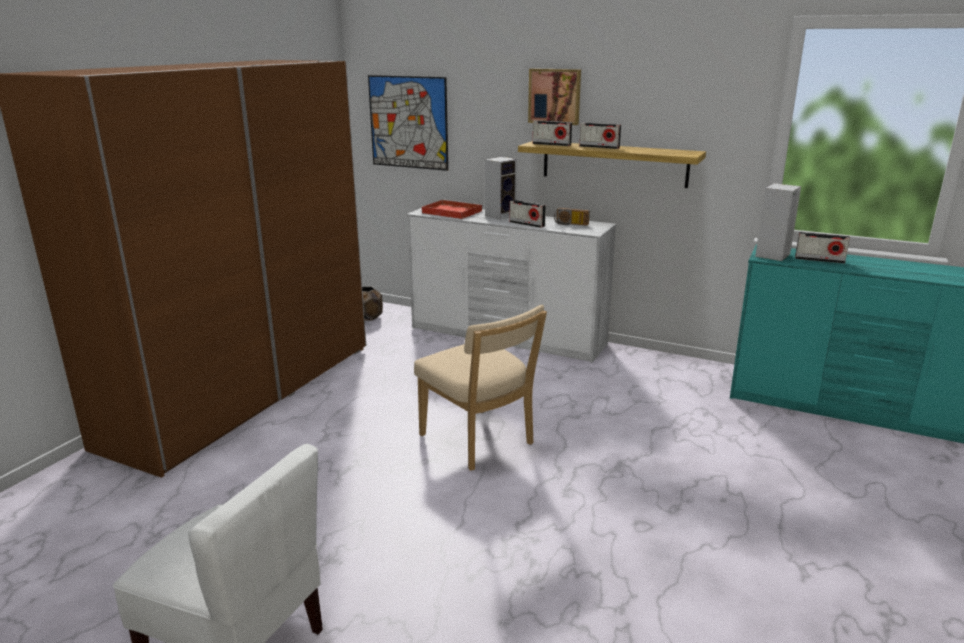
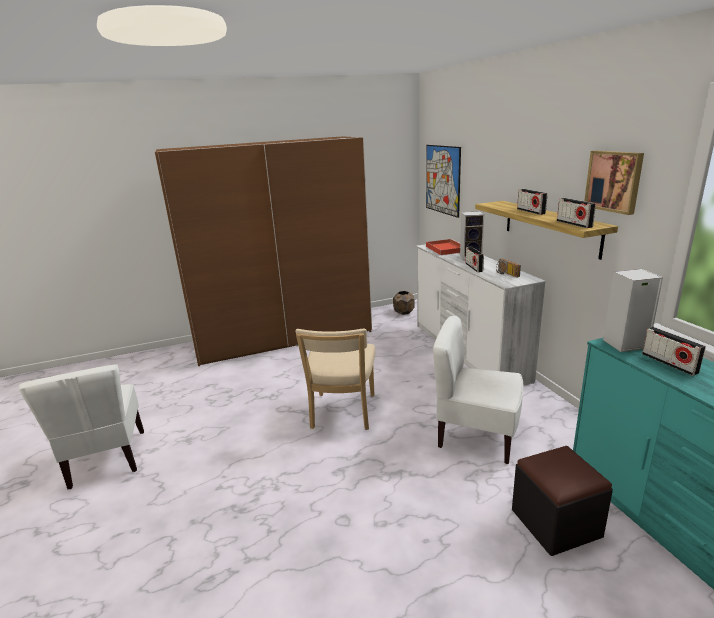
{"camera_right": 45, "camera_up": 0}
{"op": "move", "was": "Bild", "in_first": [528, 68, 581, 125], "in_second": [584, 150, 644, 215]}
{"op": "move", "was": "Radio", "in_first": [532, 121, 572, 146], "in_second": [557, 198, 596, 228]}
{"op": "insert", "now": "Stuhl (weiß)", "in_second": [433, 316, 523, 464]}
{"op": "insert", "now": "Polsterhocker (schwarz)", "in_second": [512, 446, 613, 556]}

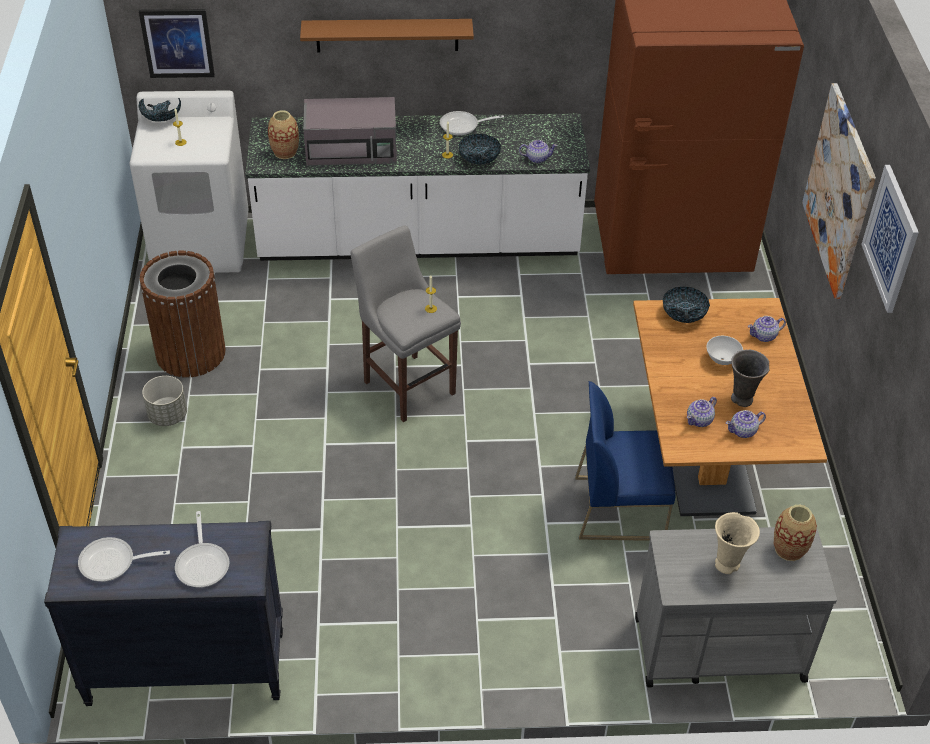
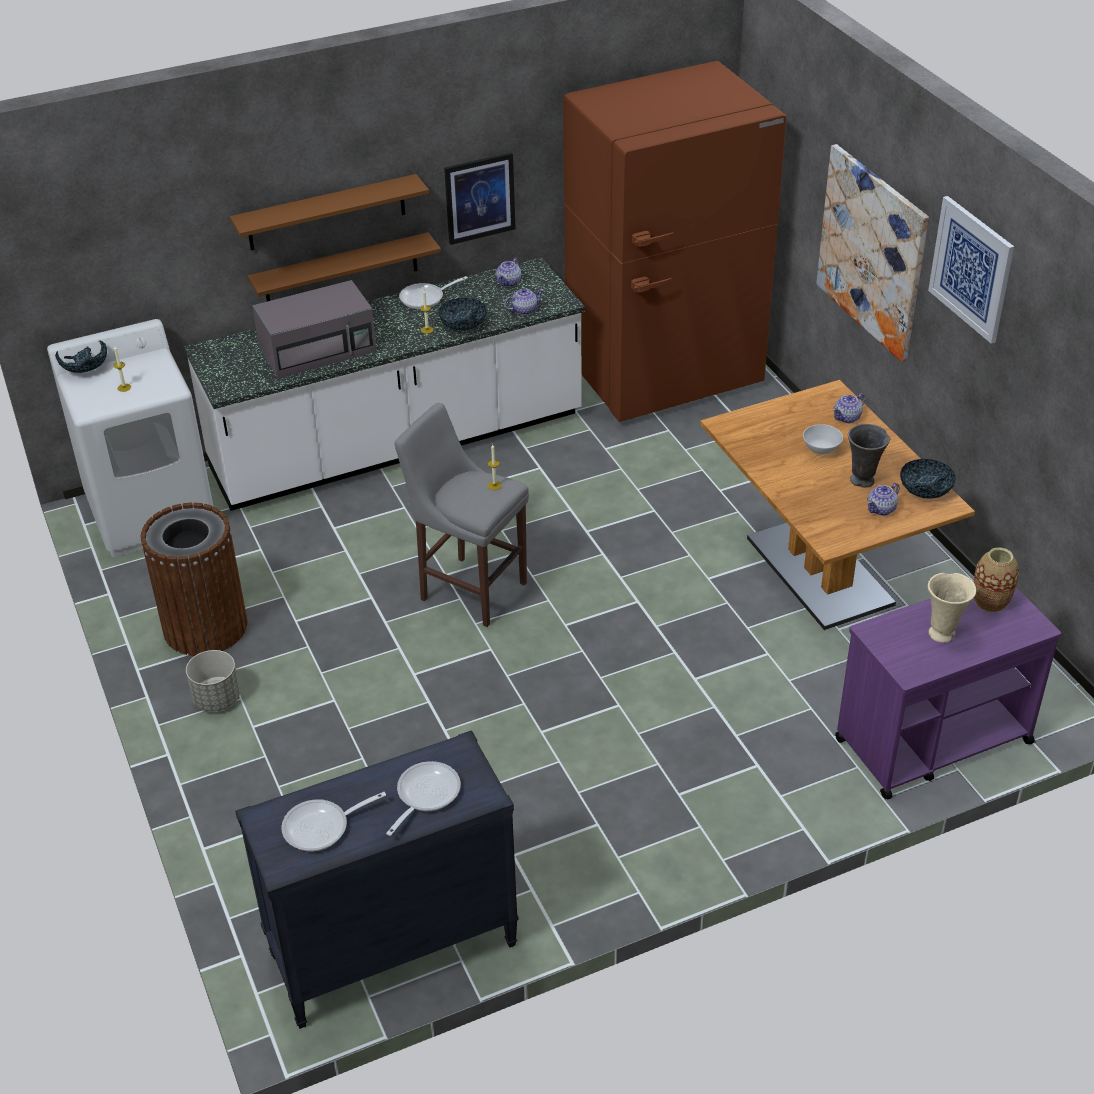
{"camera_right": -20, "camera_up": -5}
{"op": "move", "was": "Bild", "in_first": [139, 9, 215, 78], "in_second": [444, 152, 515, 245]}
{"op": "delete", "was": "Vase", "in_first": [268, 110, 299, 159]}
{"op": "move", "was": "Schüssel", "in_first": [663, 287, 710, 323], "in_second": [900, 459, 956, 499]}
{"op": "delete", "was": "Stuhl (blau)", "in_first": [575, 381, 676, 541]}
{"op": "move", "was": "Teekanne", "in_first": [687, 397, 717, 427], "in_second": [496, 258, 521, 287]}
{"op": "rotate", "was": "Pfanne", "in_first": [175, 511, 229, 588], "in_second": [386, 761, 461, 836], "clockwise": -120}
{"op": "recolor", "was": "Rollwagen (grau)", "now": "Rollwagen (lila)", "in_first": [635, 527, 837, 688], "in_second": [835, 587, 1061, 799]}
{"op": "insert", "now": "Wandregal (braun)", "in_second": [248, 232, 441, 301]}

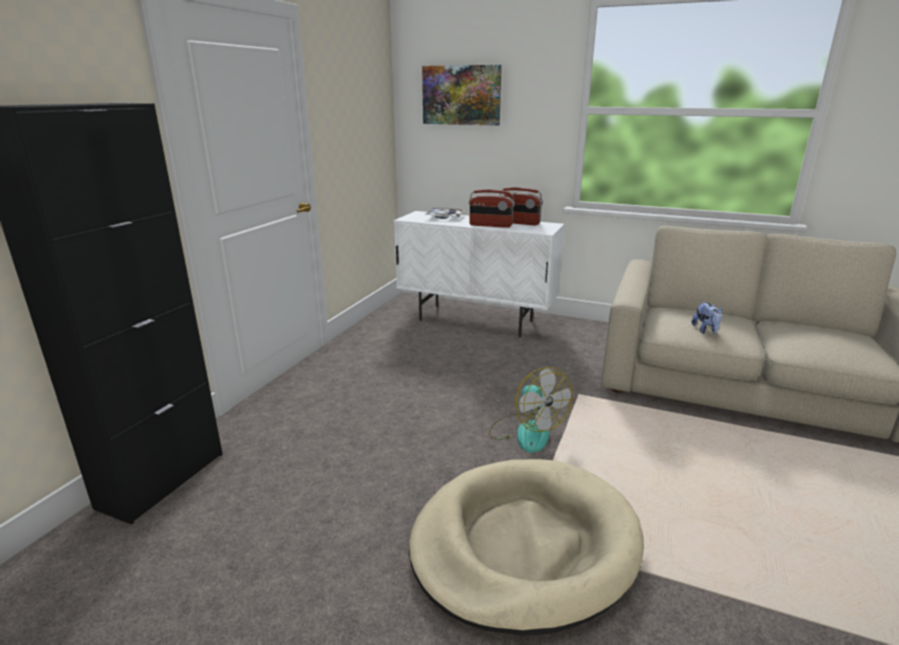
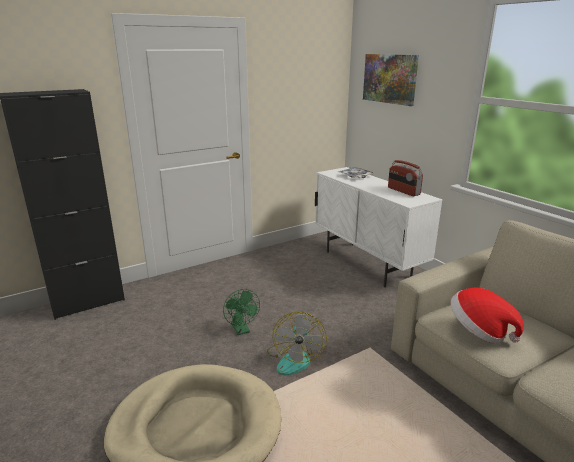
{"camera_right": 35, "camera_up": 0}
{"op": "delete", "was": "Radio", "in_first": [469, 190, 515, 228]}
{"op": "replace", "was": "Plüschtier", "now": "Hut", "in_first": [691, 301, 722, 334], "in_second": [451, 287, 524, 344]}
{"op": "insert", "now": "Ventilator (grün)", "in_second": [223, 289, 260, 335]}

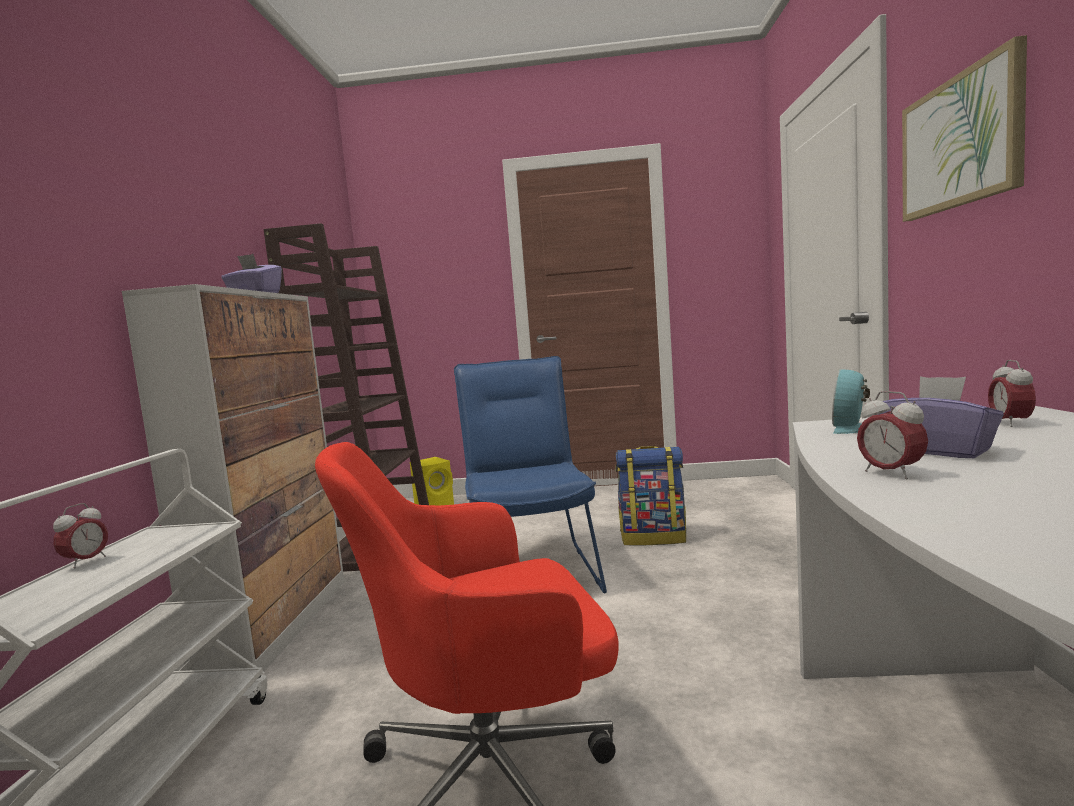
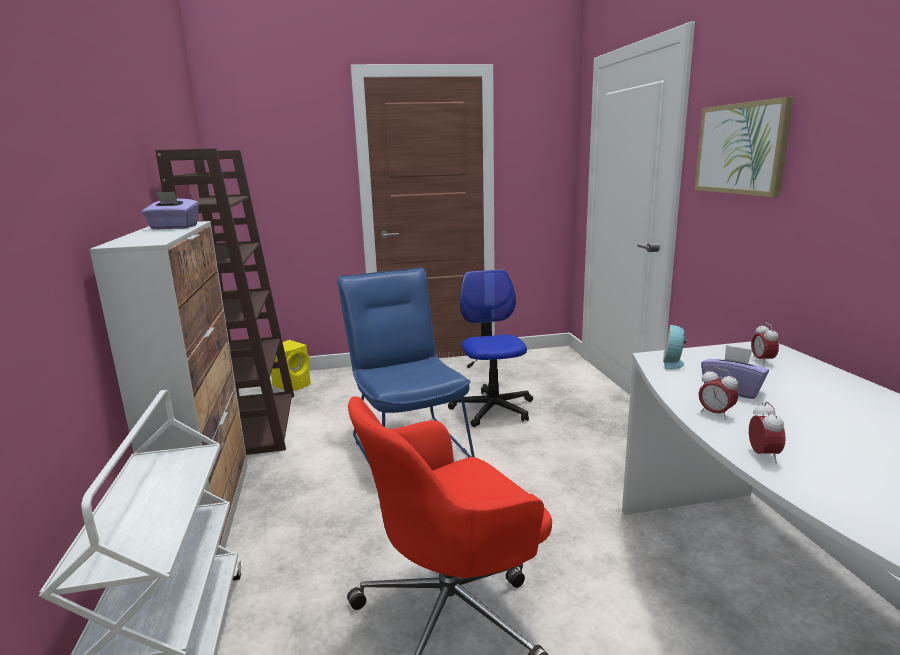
{"camera_right": -15, "camera_up": 10}
{"op": "replace", "was": "Rucksack", "now": "Bürostuhl", "in_first": [615, 446, 686, 546], "in_second": [448, 269, 533, 427]}
{"op": "move", "was": "Wecker", "in_first": [53, 503, 108, 569], "in_second": [749, 402, 786, 463]}

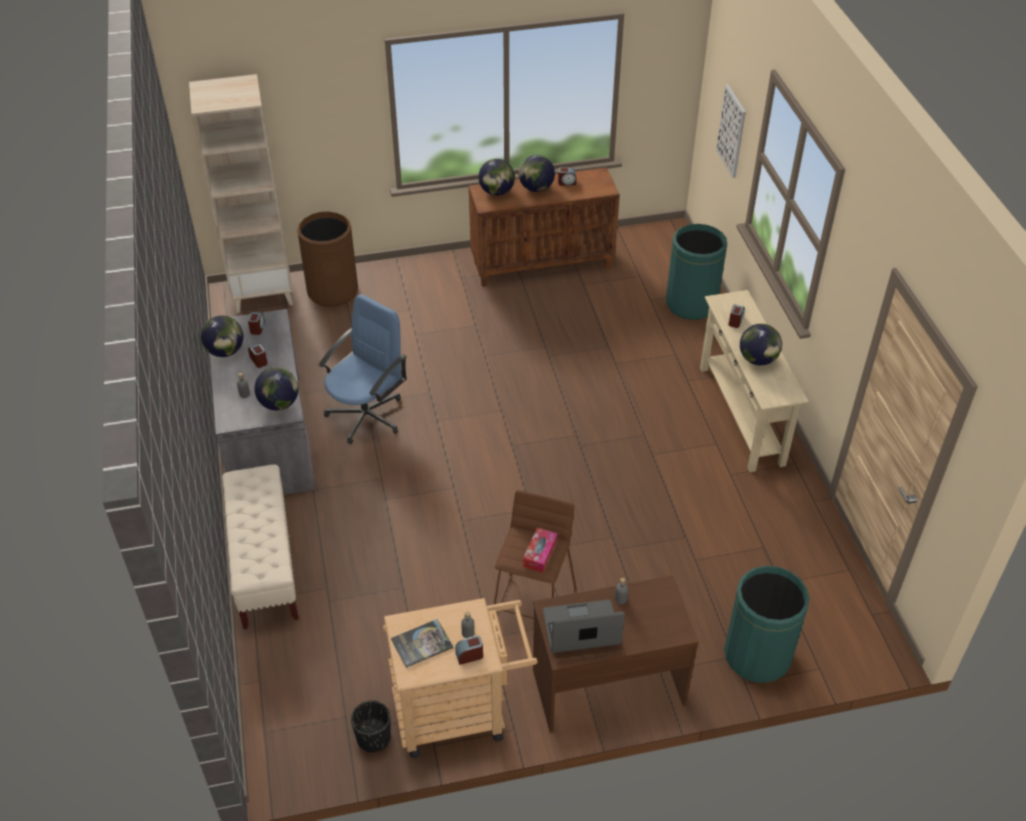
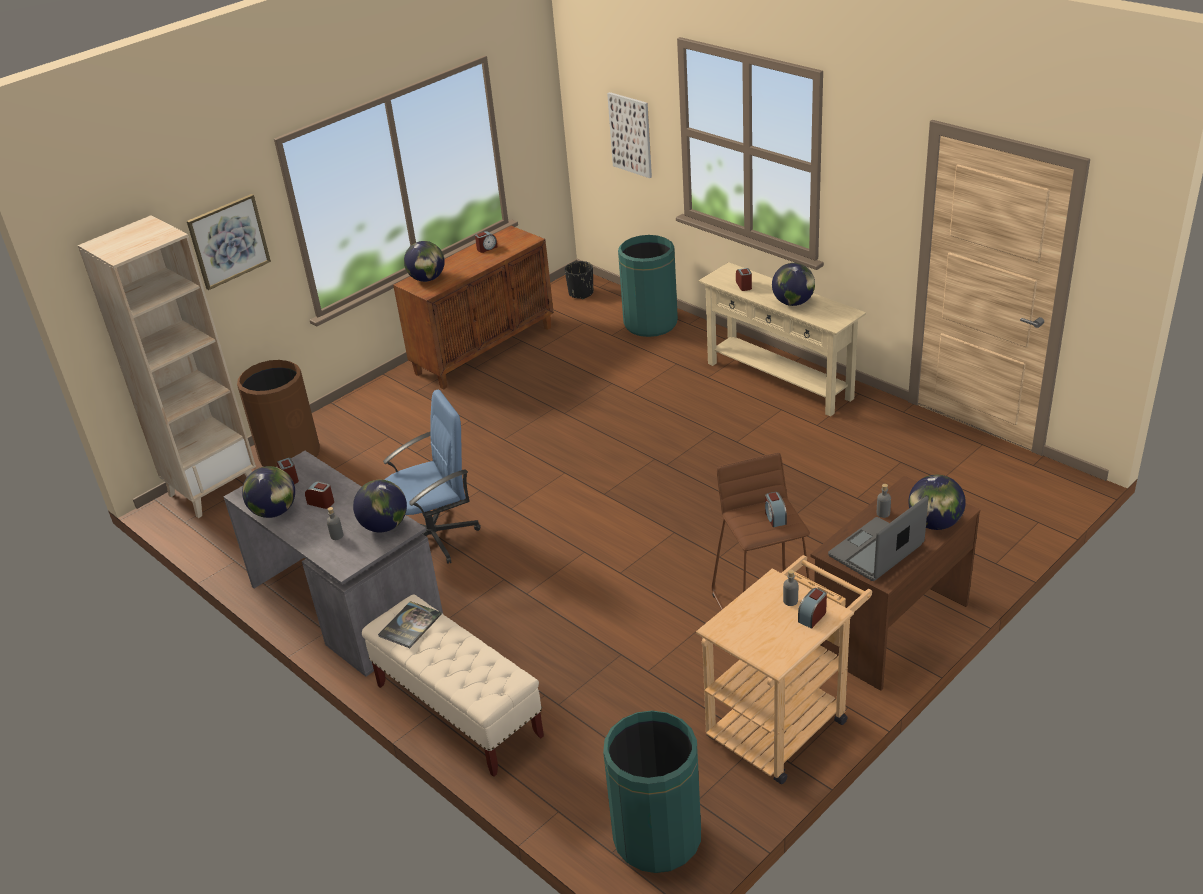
{"camera_right": -30, "camera_up": -10}
{"op": "move", "was": "Globus", "in_first": [519, 155, 555, 192], "in_second": [908, 475, 966, 530]}
{"op": "rotate", "was": "Bürostuhl (blau)", "in_first": [319, 294, 407, 444], "in_second": [383, 390, 481, 564], "clockwise": 60}
{"op": "replace", "was": "Taschentuchbox", "now": "Wecker", "in_first": [523, 528, 558, 573], "in_second": [765, 492, 787, 527]}
{"op": "move", "was": "Mülleimer (grün)", "in_first": [724, 566, 809, 683], "in_second": [603, 710, 701, 873]}
{"op": "move", "was": "Buch", "in_first": [391, 619, 453, 668], "in_second": [378, 601, 442, 648]}
{"op": "move", "was": "Pflanzkübel (schwarz)", "in_first": [351, 700, 391, 753], "in_second": [565, 261, 593, 299]}
{"op": "insert", "now": "Bild", "in_second": [187, 194, 271, 290]}

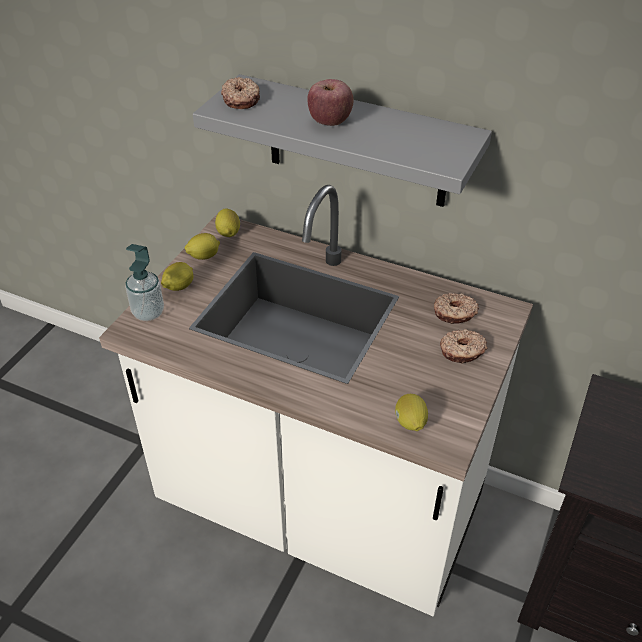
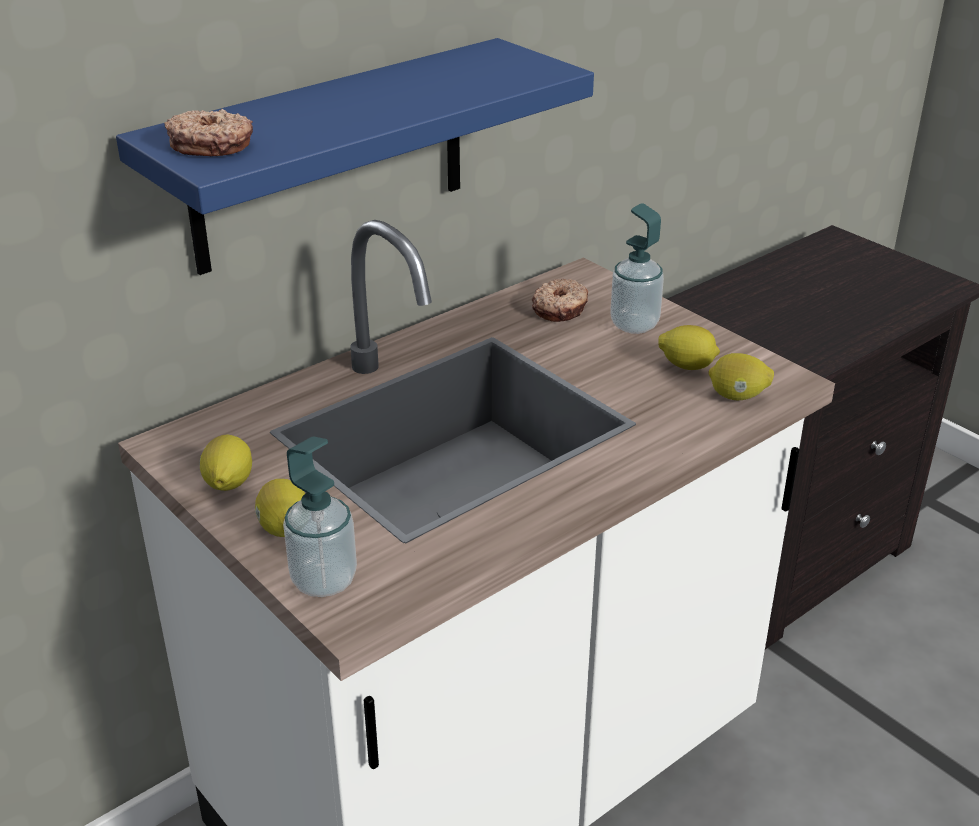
{"camera_right": -65, "camera_up": -10}
{"op": "recolor", "was": "Wandregal (grau)", "now": "Wandregal (blau)", "in_first": [193, 74, 492, 207], "in_second": [116, 38, 594, 275]}
{"op": "delete", "was": "Apfel", "in_first": [307, 79, 353, 126]}
{"op": "move", "was": "Zitrone", "in_first": [215, 208, 240, 237], "in_second": [658, 325, 720, 370]}
{"op": "replace", "was": "Donut", "now": "Seifenspender", "in_first": [440, 329, 488, 364], "in_second": [610, 203, 664, 334]}

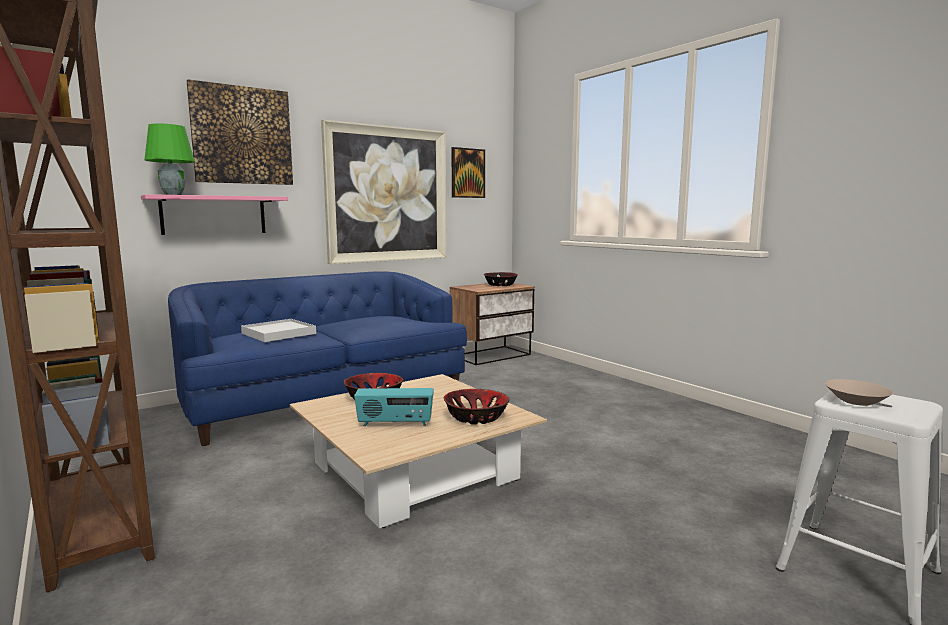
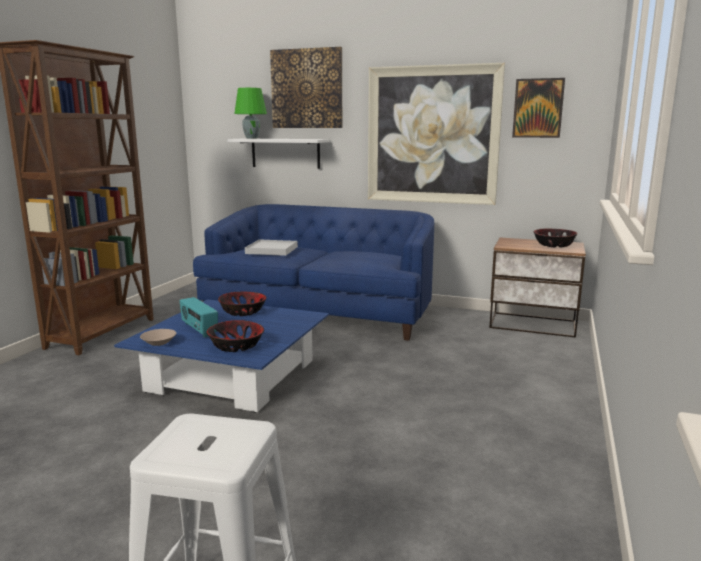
{"camera_right": 55, "camera_up": 5}
{"op": "recolor", "was": "Wandregal (rosa)", "now": "Wandregal (weiß)", "in_first": [141, 194, 288, 235], "in_second": [227, 138, 330, 169]}
{"op": "recolor", "was": "Couchtisch (beige)", "now": "Couchtisch (blau)", "in_first": [290, 374, 547, 528], "in_second": [114, 299, 329, 413]}
{"op": "move", "was": "Schüssel (beige)", "in_first": [825, 379, 893, 406], "in_second": [140, 329, 176, 346]}

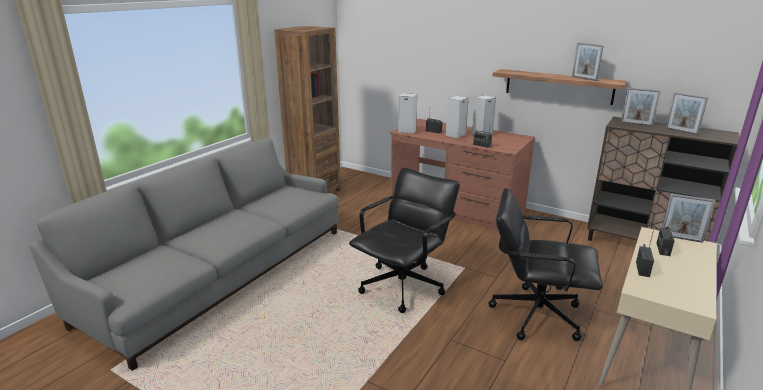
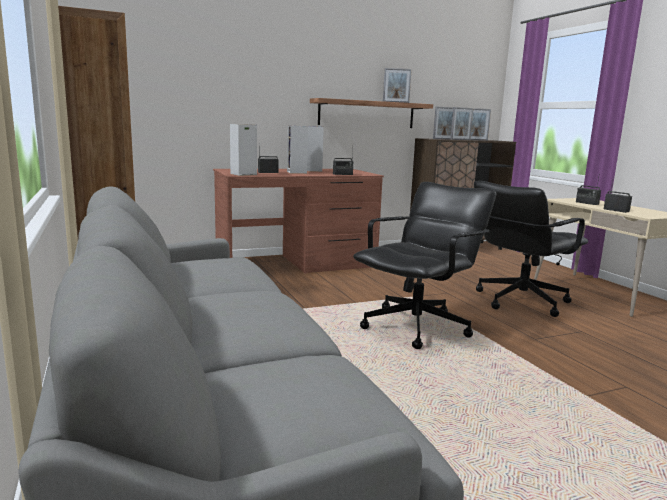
{"camera_right": -55, "camera_up": -10}
{"op": "rotate", "was": "Bürostuhl (schwarz)", "in_first": [349, 167, 460, 313], "in_second": [353, 182, 496, 349], "clockwise": 60}
{"op": "move", "was": "Bilderrahmen", "in_first": [662, 193, 716, 243], "in_second": [451, 107, 473, 140]}

